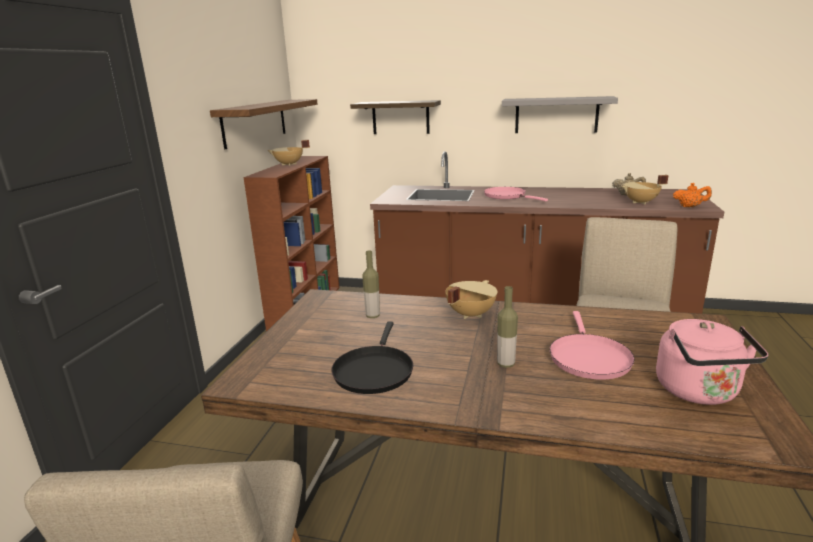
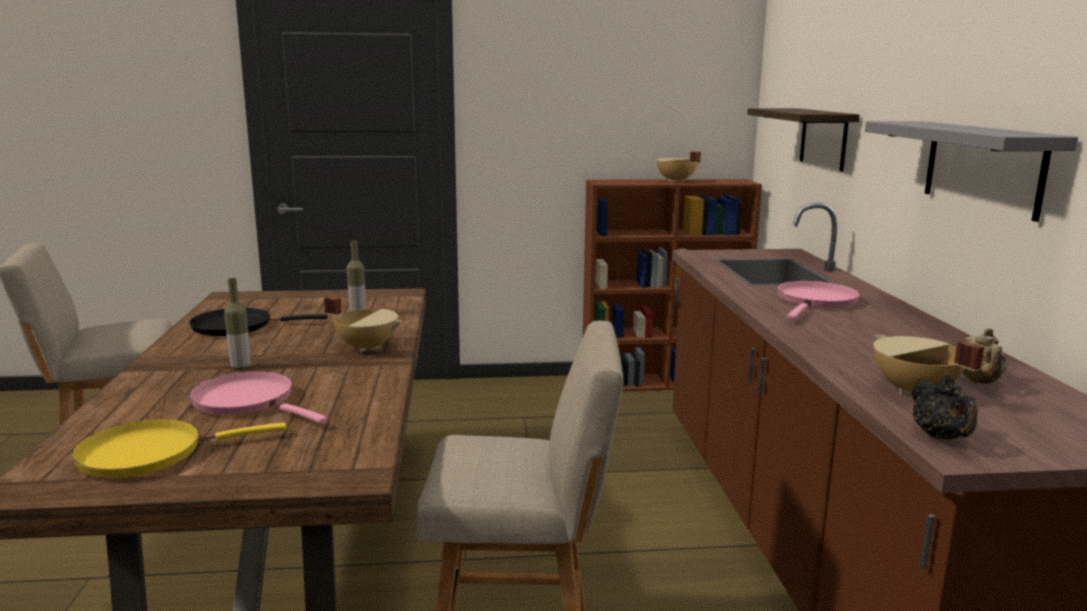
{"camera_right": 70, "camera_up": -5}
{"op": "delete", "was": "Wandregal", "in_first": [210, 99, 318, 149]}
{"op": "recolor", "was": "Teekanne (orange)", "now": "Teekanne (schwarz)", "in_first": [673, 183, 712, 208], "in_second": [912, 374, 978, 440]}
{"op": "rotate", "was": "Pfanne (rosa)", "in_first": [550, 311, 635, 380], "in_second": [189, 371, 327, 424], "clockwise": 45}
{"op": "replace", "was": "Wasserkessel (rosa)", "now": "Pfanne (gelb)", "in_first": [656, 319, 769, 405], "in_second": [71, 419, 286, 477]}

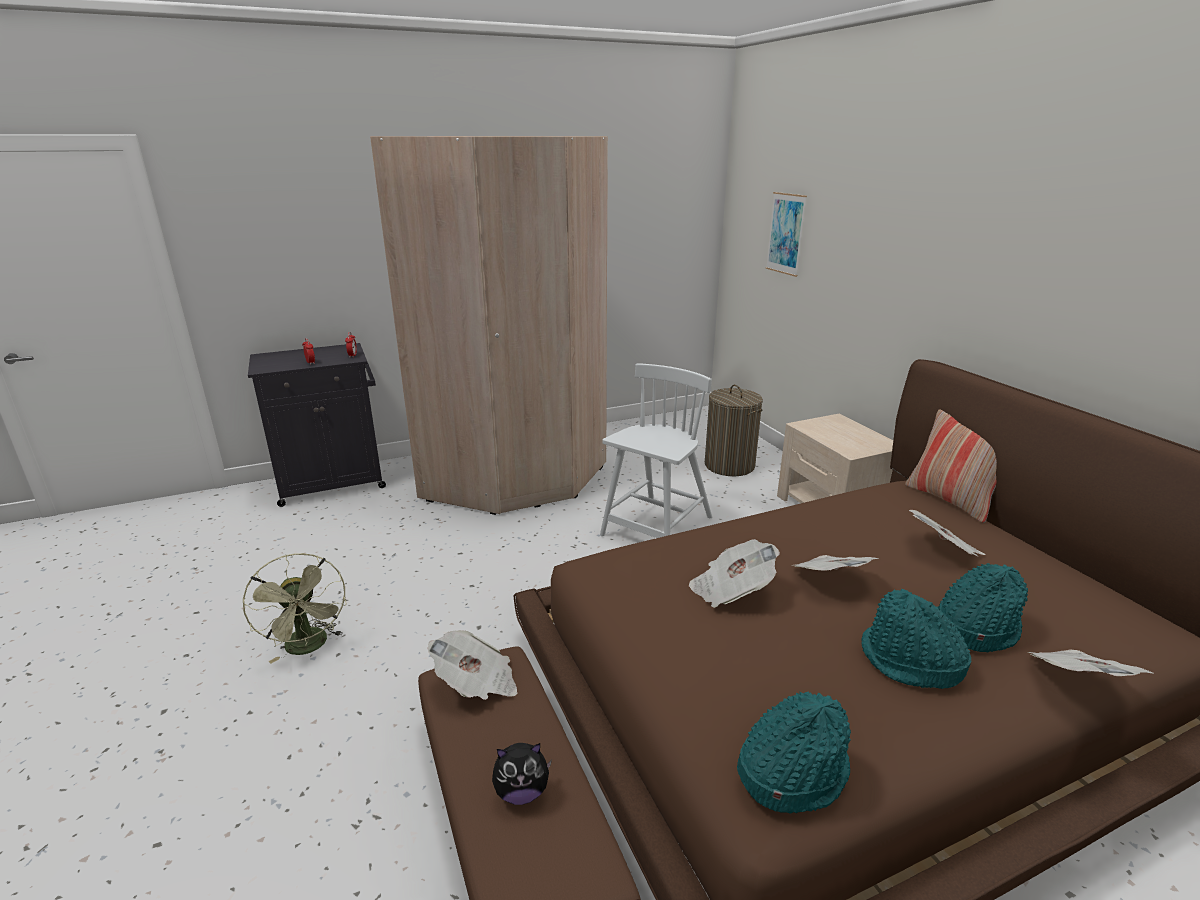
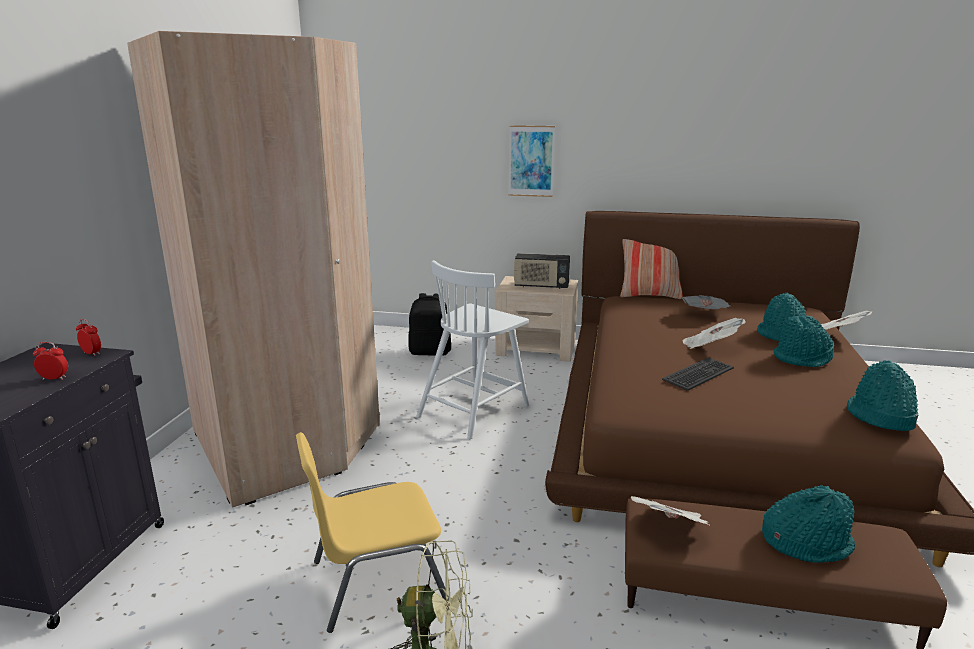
{"camera_right": -55, "camera_up": -5}
{"op": "move", "was": "Bild", "in_first": [766, 192, 807, 277], "in_second": [509, 125, 555, 197]}
{"op": "rotate", "was": "Stuhl (weiß)", "in_first": [600, 363, 712, 538], "in_second": [417, 260, 529, 439], "clockwise": -120}
{"op": "replace", "was": "Wäschekorb", "now": "Rucksack (schwarz)", "in_first": [705, 385, 763, 476], "in_second": [408, 293, 451, 356]}
{"op": "replace", "was": "Zeitung", "now": "Tastatur", "in_first": [689, 539, 780, 608], "in_second": [662, 357, 734, 391]}
{"op": "replace", "was": "Plüschtier", "now": "Hut (türkis)", "in_first": [492, 743, 552, 805], "in_second": [762, 485, 855, 563]}
{"op": "insert", "now": "Radio", "in_second": [514, 253, 570, 289]}
{"op": "insert", "now": "Stuhl (gelb)", "in_second": [296, 432, 449, 633]}

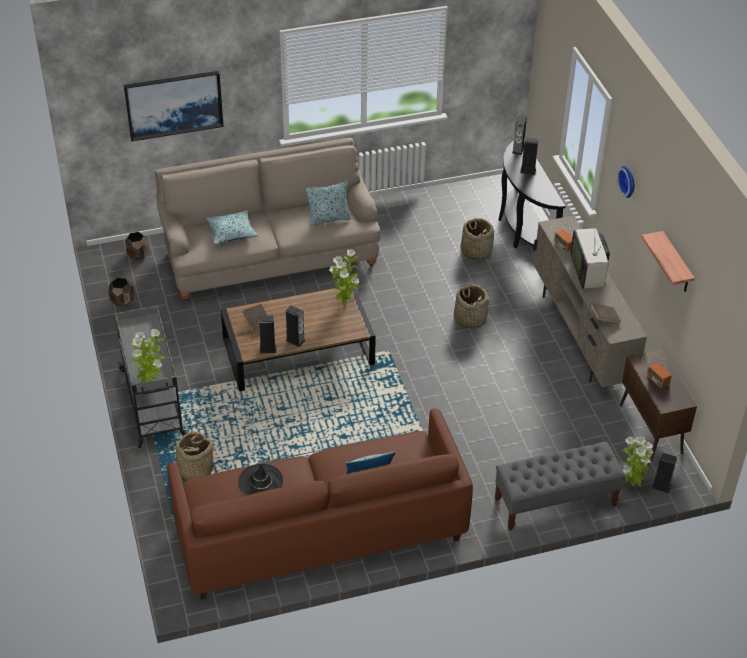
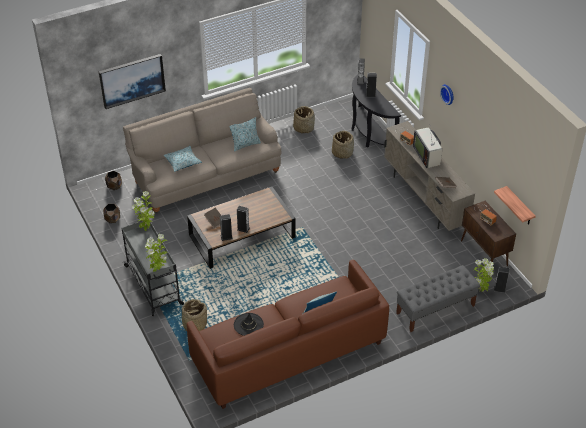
{"camera_right": -10, "camera_up": 0}
{"op": "move", "was": "Wandregal", "in_first": [641, 231, 695, 292], "in_second": [494, 186, 536, 225]}
{"op": "move", "was": "Topfpflanze", "in_first": [329, 249, 359, 305], "in_second": [132, 191, 154, 231]}
{"op": "move", "was": "Korb", "in_first": [454, 285, 489, 329], "in_second": [293, 106, 315, 133]}

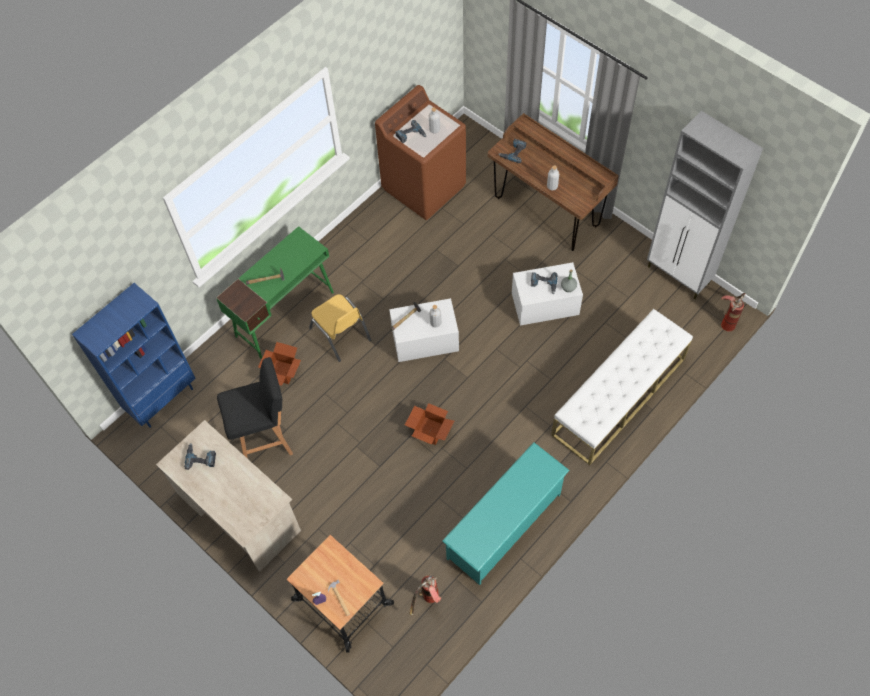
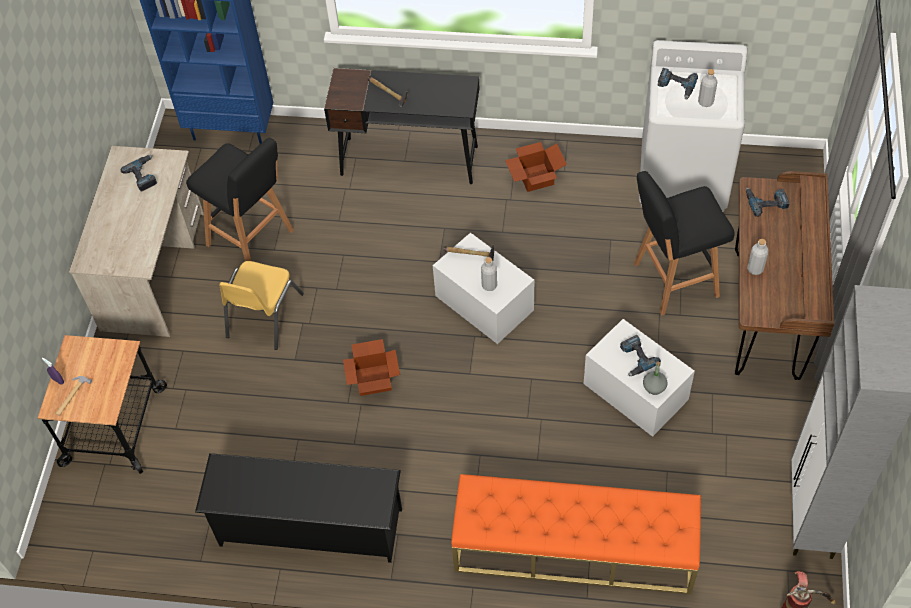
{"camera_right": 55, "camera_up": -5}
{"op": "recolor", "was": "Waschmaschine (braun)", "now": "Waschmaschine (weiß)", "in_first": [375, 85, 466, 220], "in_second": [639, 40, 747, 212]}
{"op": "recolor", "was": "Schreibtisch (grün)", "now": "Schreibtisch (schwarz)", "in_first": [216, 226, 334, 359], "in_second": [324, 68, 479, 184]}
{"op": "move", "was": "Stuhl (gelb)", "in_first": [309, 294, 371, 362], "in_second": [219, 261, 304, 350]}
{"op": "recolor", "was": "Bank (weiß)", "now": "Bank (orange)", "in_first": [551, 309, 693, 465], "in_second": [451, 474, 701, 594]}
{"op": "move", "was": "Karton", "in_first": [258, 342, 301, 386], "in_second": [505, 142, 567, 192]}
{"op": "recolor", "was": "Schuhregal (türkis)", "now": "Schuhregal (schwarz)", "in_first": [442, 442, 570, 585], "in_second": [195, 453, 402, 563]}
{"op": "delete", "was": "Feuerlöscher", "in_first": [409, 575, 442, 616]}
{"op": "insert", "now": "Hocker (schwarz)", "in_second": [634, 171, 735, 316]}

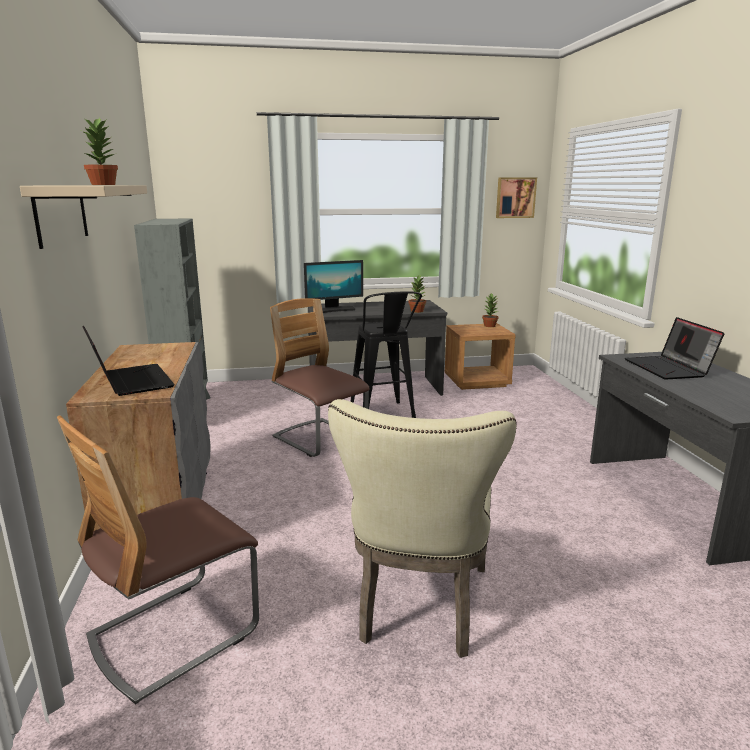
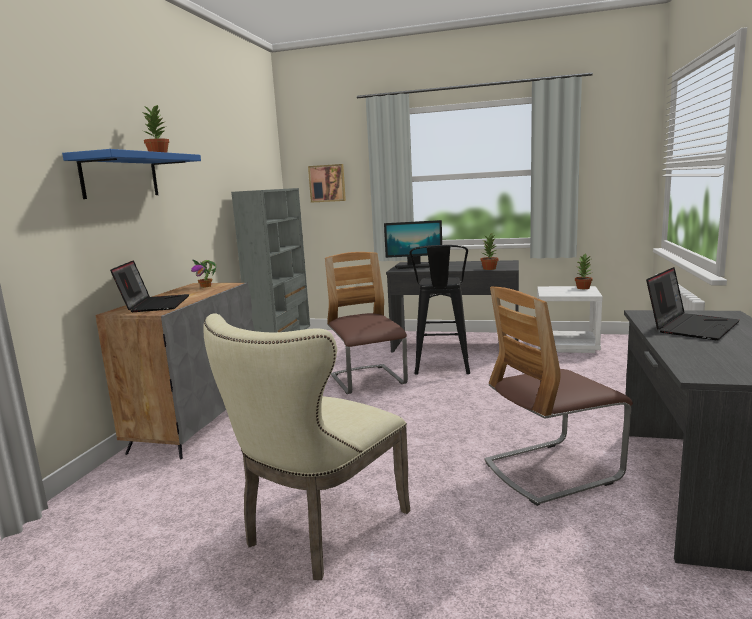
{"camera_right": 25, "camera_up": -5}
{"op": "move", "was": "Bild", "in_first": [496, 177, 537, 218], "in_second": [308, 164, 346, 203]}
{"op": "recolor", "was": "Wandregal (beige)", "now": "Wandregal (blau)", "in_first": [20, 185, 147, 249], "in_second": [62, 149, 201, 199]}
{"op": "rotate", "was": "Laptop", "in_first": [625, 317, 724, 379], "in_second": [646, 267, 740, 340], "clockwise": -150}
{"op": "recolor", "was": "Nachttisch (braun)", "now": "Nachttisch (weiß)", "in_first": [445, 323, 516, 390], "in_second": [537, 286, 603, 353]}
{"op": "move", "was": "Stuhl", "in_first": [57, 416, 259, 704], "in_second": [484, 286, 633, 506]}
{"op": "insert", "now": "Topfpflanze", "in_second": [191, 259, 216, 288]}

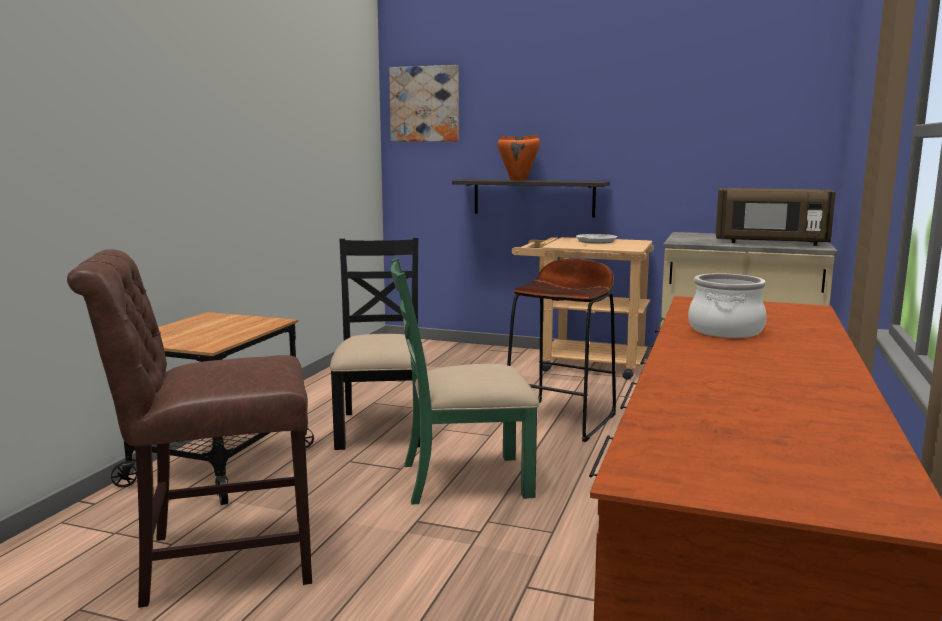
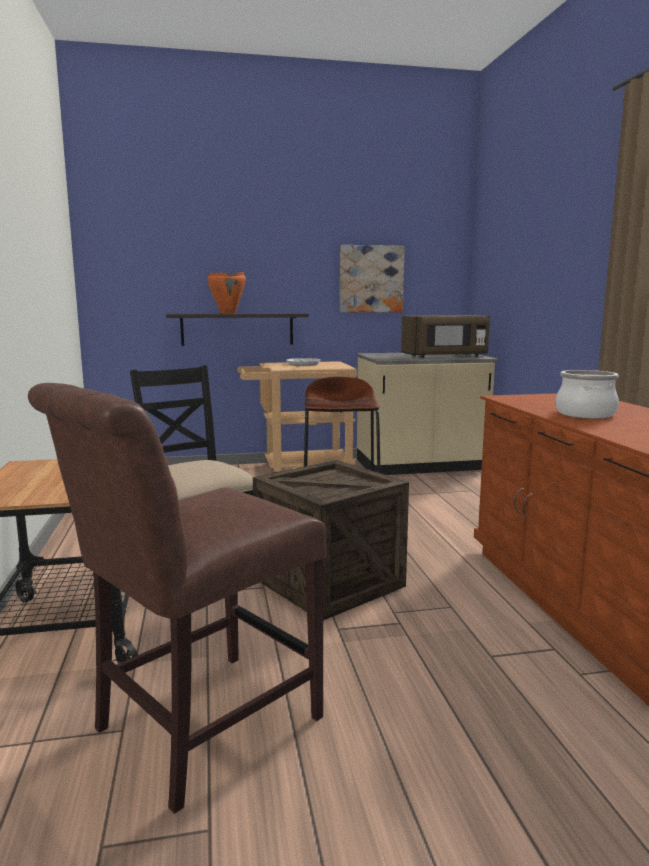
{"camera_right": -30, "camera_up": 0}
{"op": "move", "was": "Bild", "in_first": [389, 65, 459, 141], "in_second": [340, 245, 405, 312]}
{"op": "replace", "was": "Stuhl (grün)", "now": "Kiste", "in_first": [391, 258, 540, 505], "in_second": [253, 460, 409, 620]}

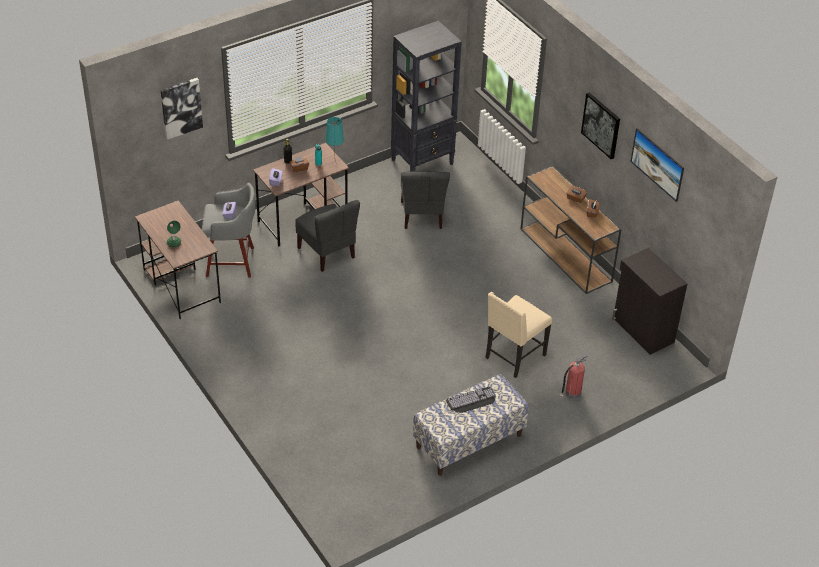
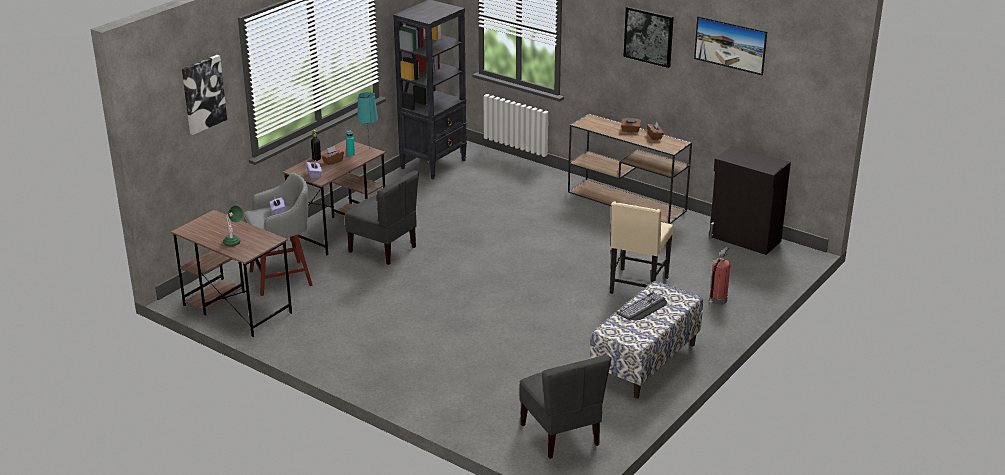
{"camera_right": -20, "camera_up": -15}
{"op": "move", "was": "Stuhl (grau)", "in_first": [401, 171, 450, 229], "in_second": [519, 355, 611, 459]}

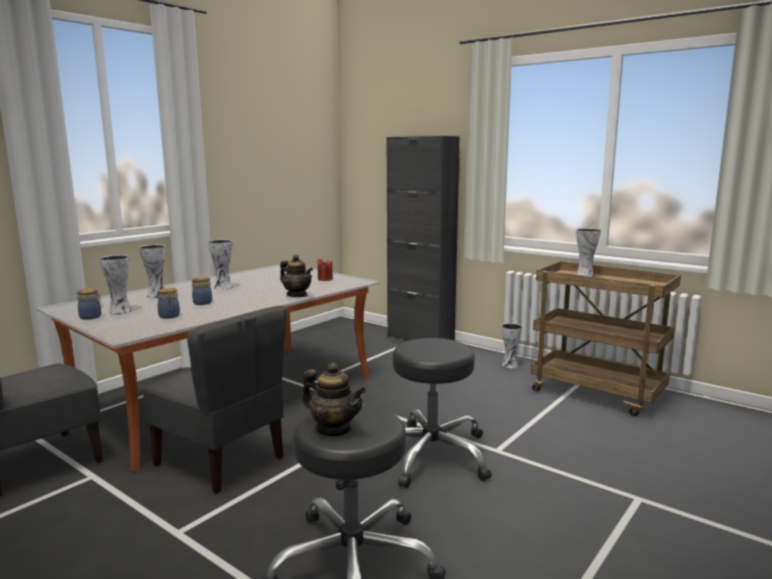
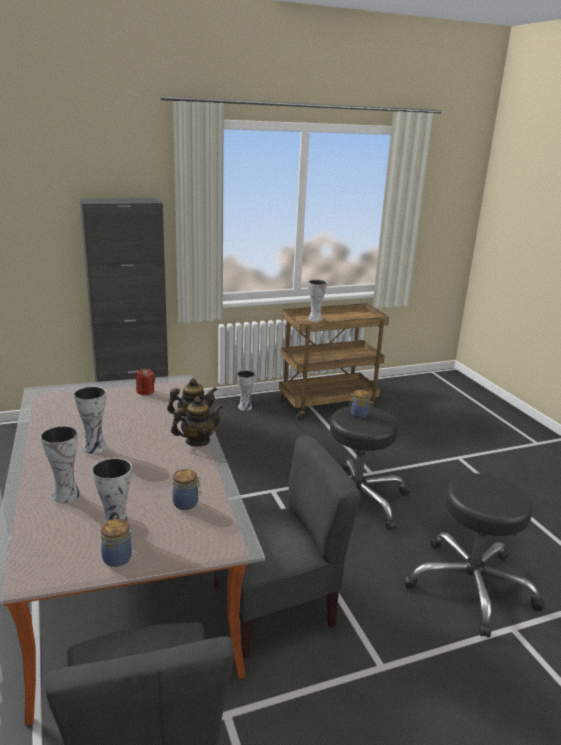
{"camera_right": -60, "camera_up": 10}
{"op": "move", "was": "Vorratsglas", "in_first": [192, 277, 212, 305], "in_second": [349, 390, 370, 418]}
{"op": "move", "was": "Teekanne", "in_first": [302, 363, 366, 436], "in_second": [171, 397, 223, 447]}

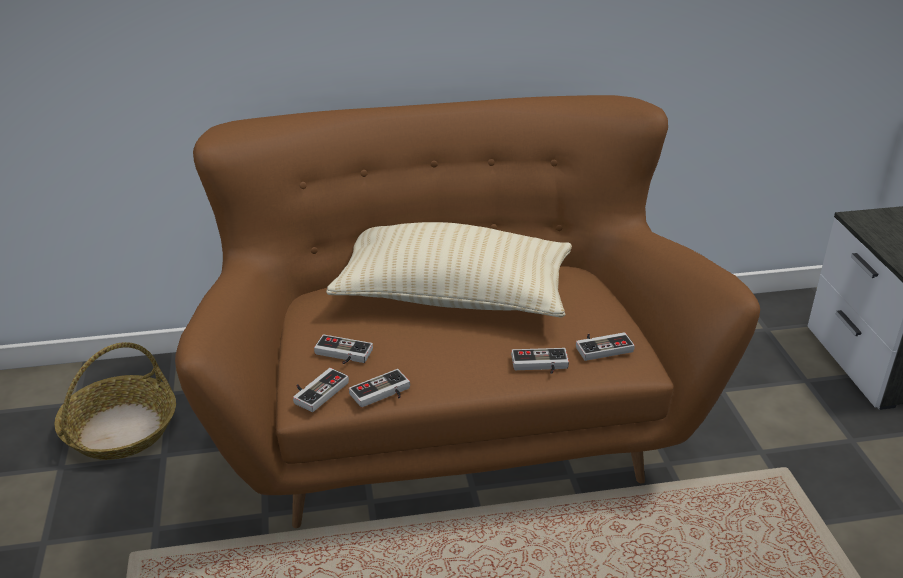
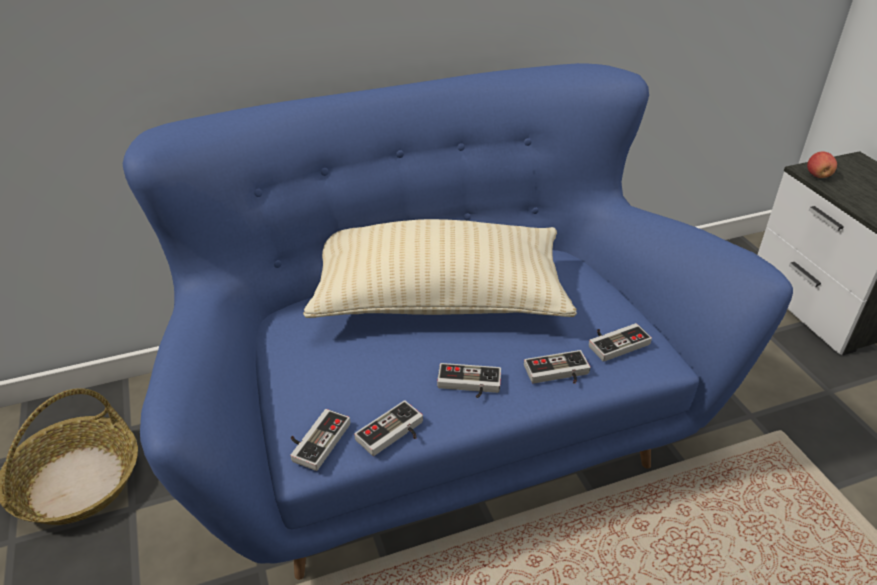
{"camera_right": -10, "camera_up": 5}
{"op": "recolor", "was": "Sofa (braun)", "now": "Sofa (blau)", "in_first": [175, 95, 760, 528], "in_second": [123, 63, 793, 580]}
{"op": "move", "was": "Gamepad", "in_first": [314, 334, 373, 364], "in_second": [437, 363, 501, 398]}
{"op": "insert", "now": "Apfel", "in_second": [807, 152, 837, 178]}

